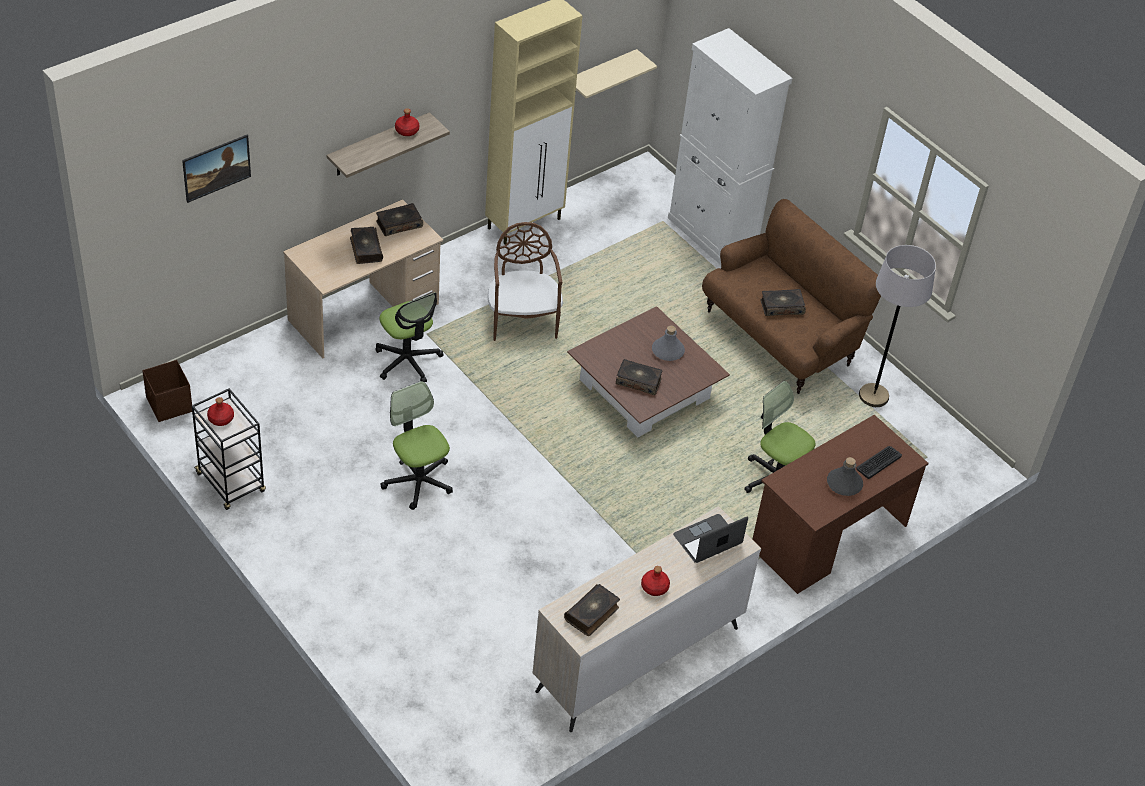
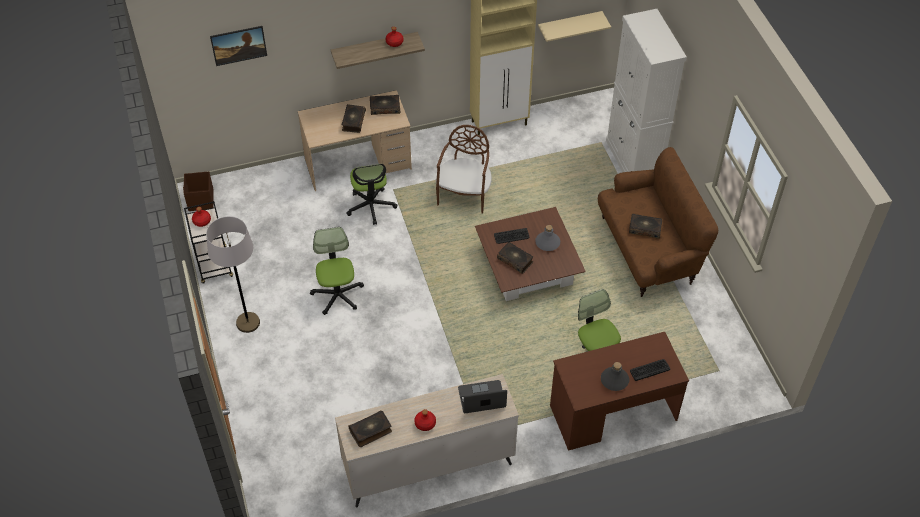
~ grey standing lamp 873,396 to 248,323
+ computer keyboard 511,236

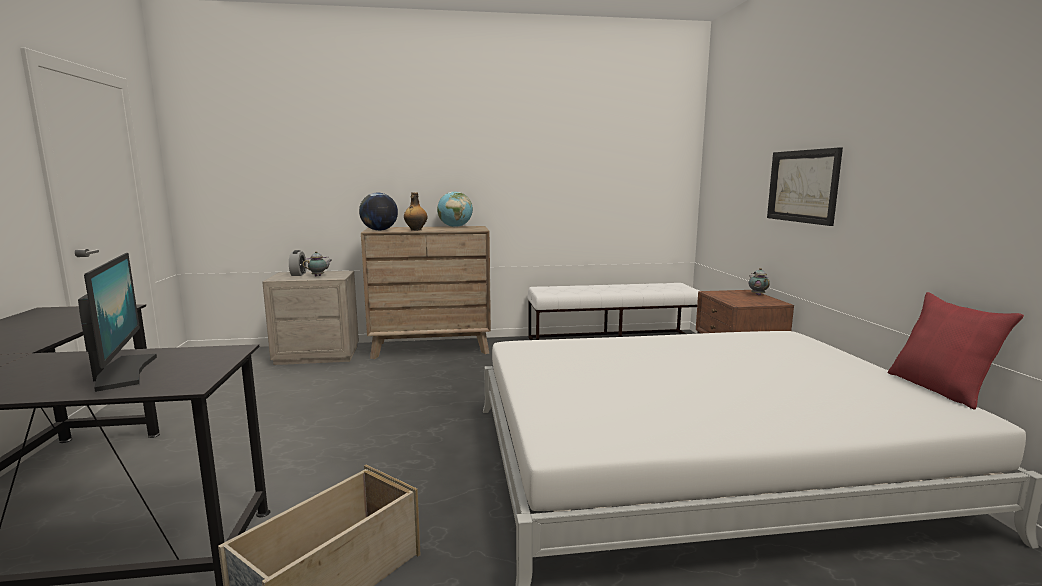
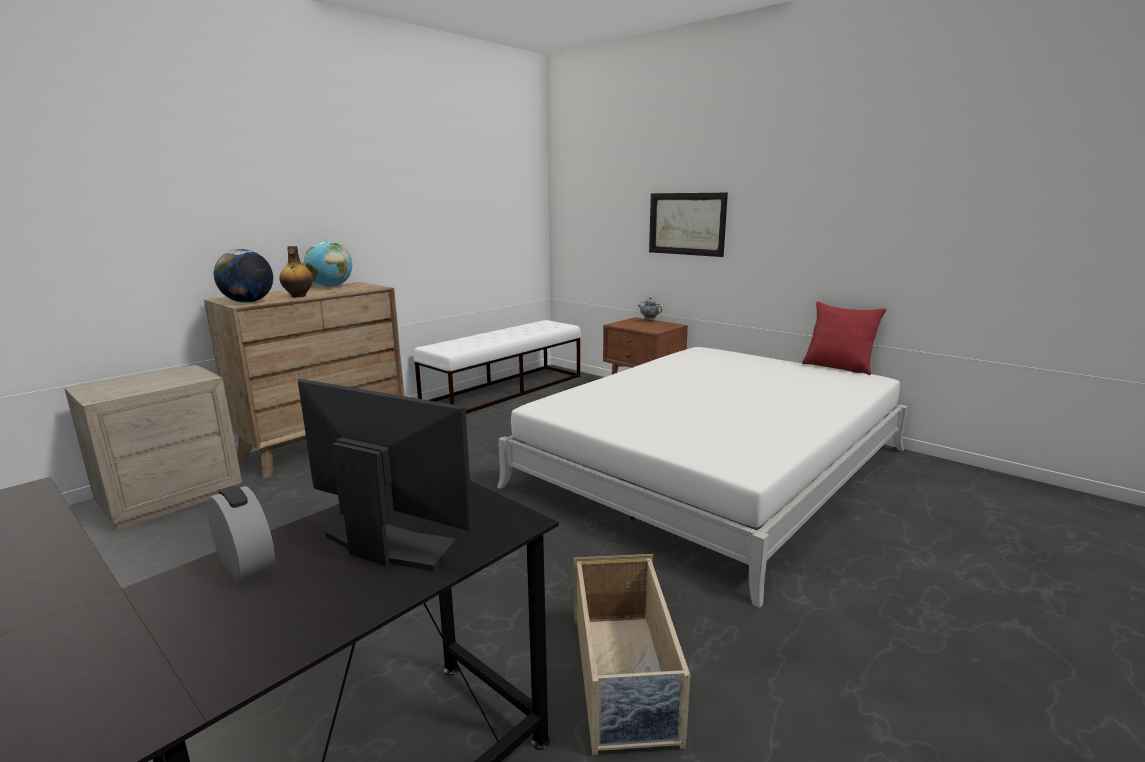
~ bedside clock 298,274 to 246,565
- teapot 319,276

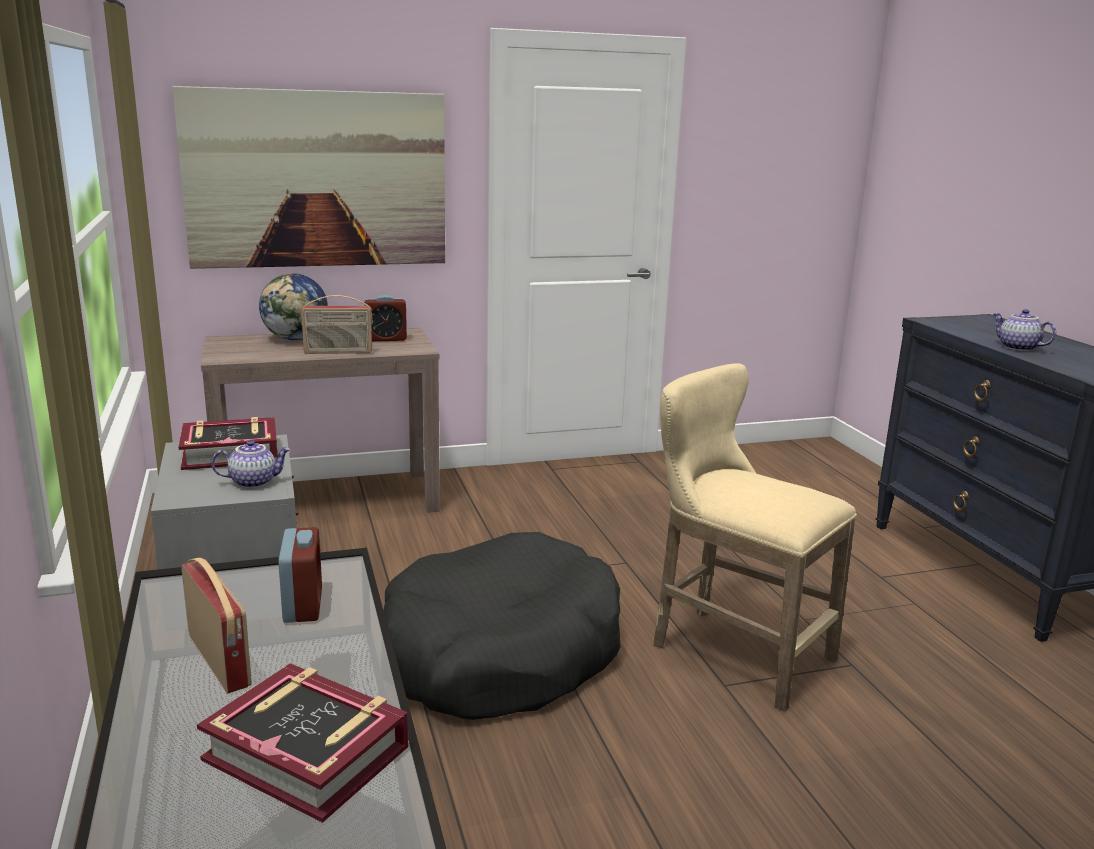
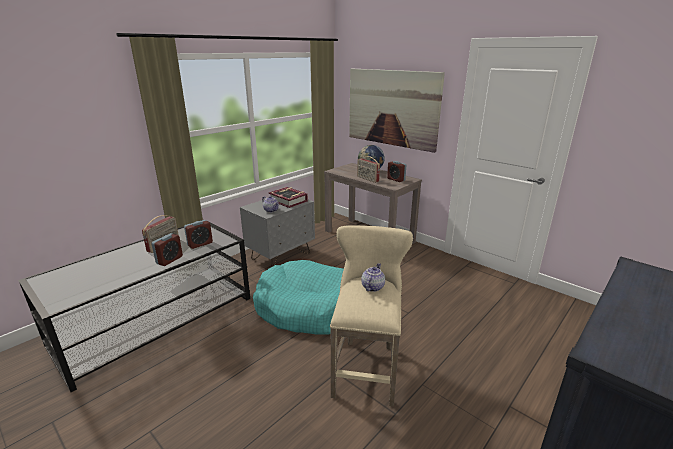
~ teapot 1017,348 to 372,287
~ black pet bed 500,653 to turquoise pet bed 307,308
- book 307,753
+ bedside clock 169,260

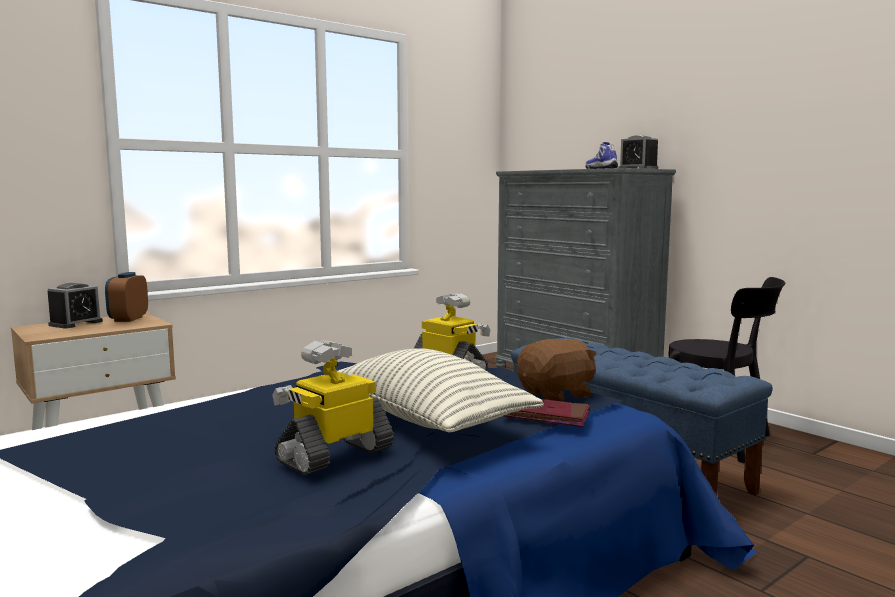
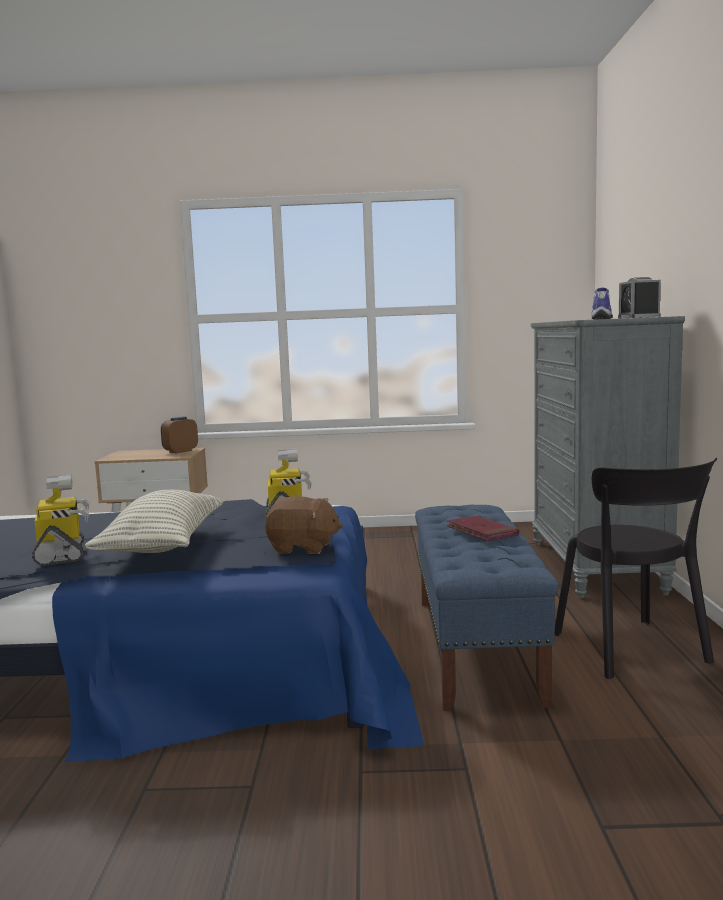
- bedside clock 76,323
~ robot figure 334,455 = 62,554 75 degrees clockwise
~ red book 546,415 to 482,532

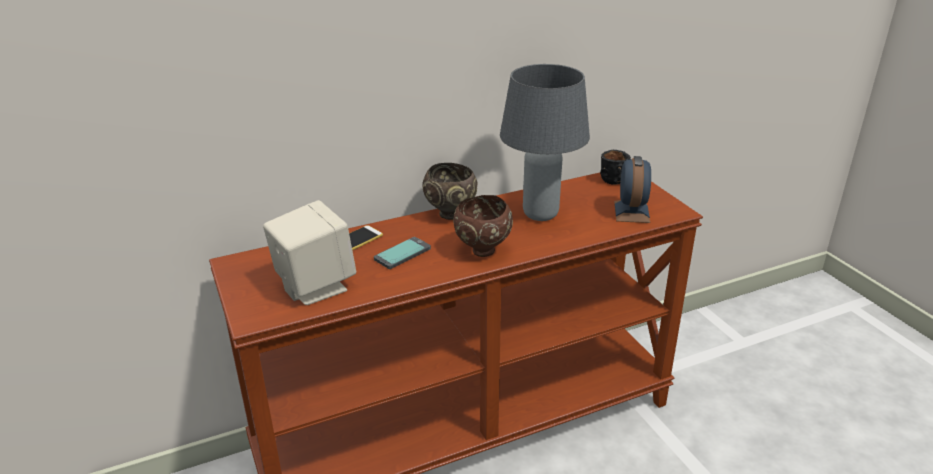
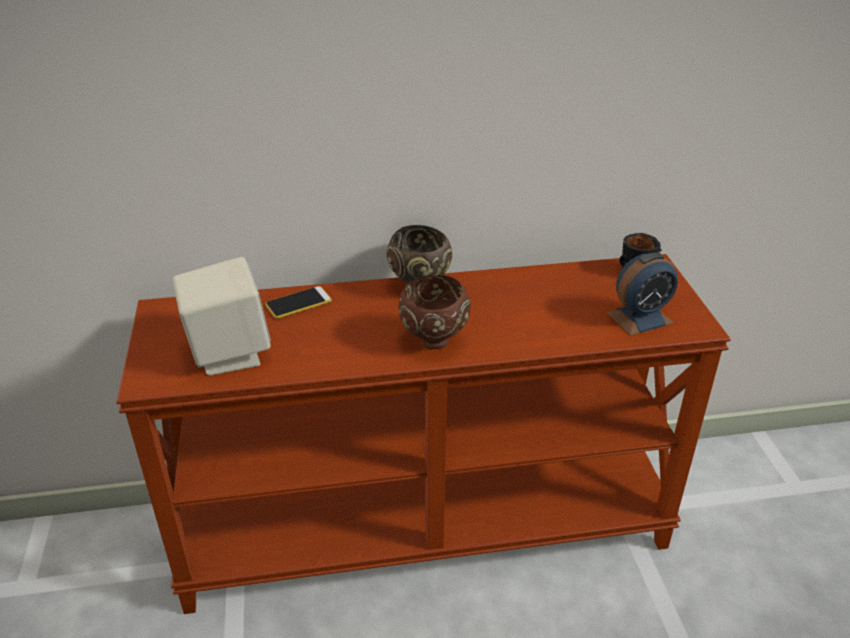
- grey lamp for a table 539,214
~ bedside clock 631,212 = 640,318 45 degrees clockwise
- handset 402,254

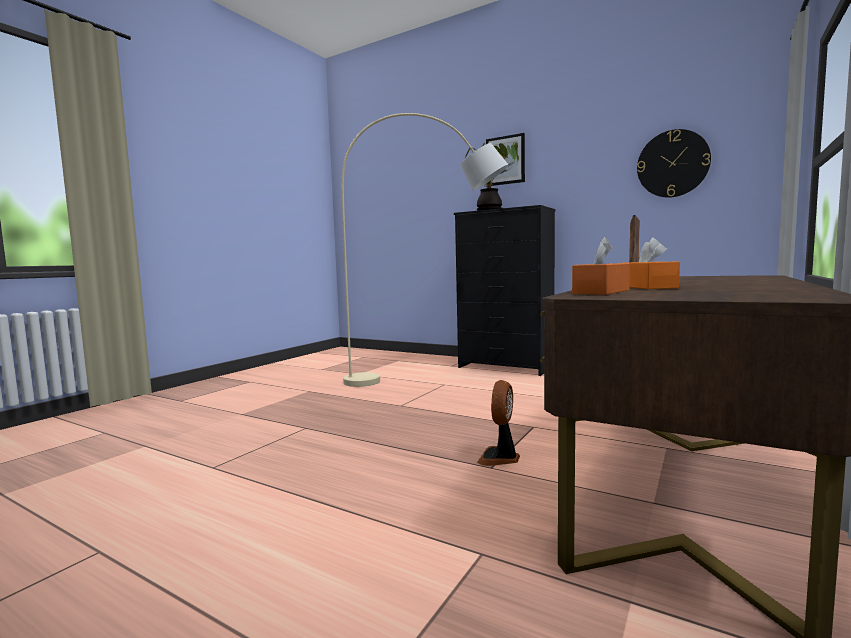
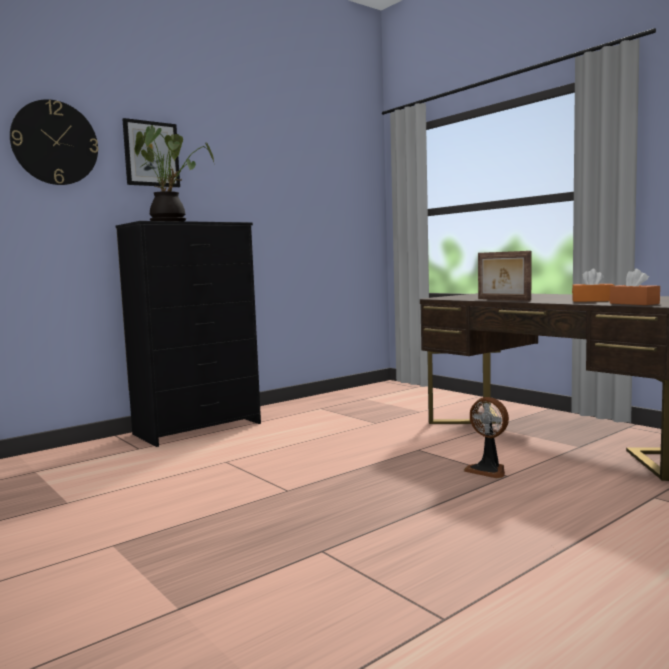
- beige-coloured standing lamp 431,380
~ wall clock 672,164 to 55,143

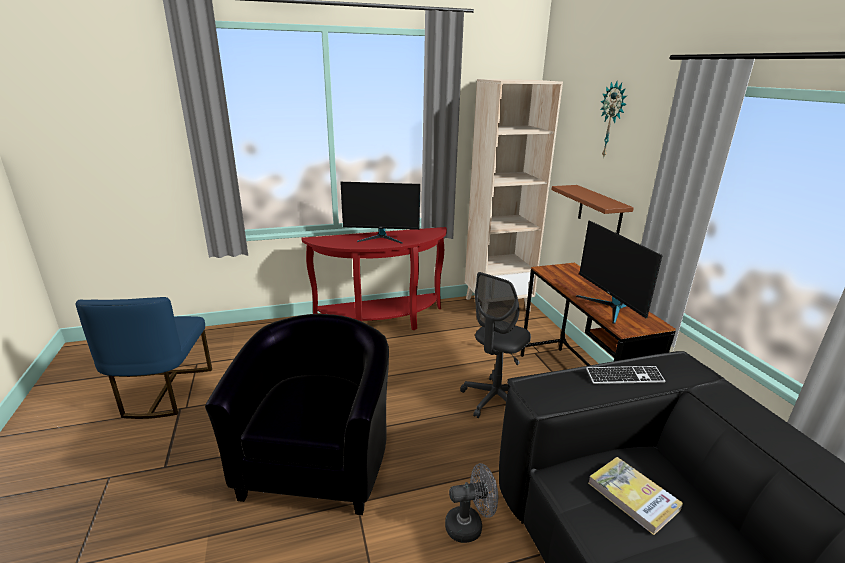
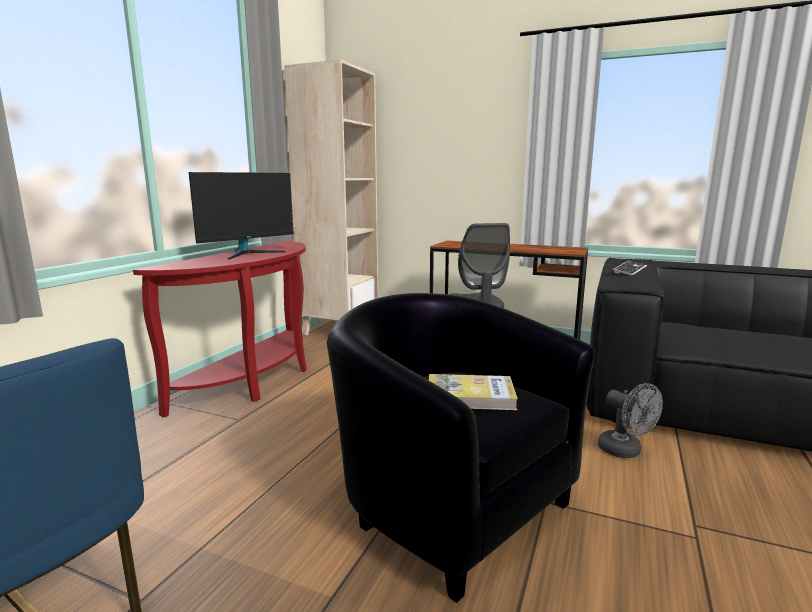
- wall clock 612,120
- brownish bracket shelf 600,211
- monitor 609,307
~ book 633,496 to 470,396
~ grey electric fan 469,525 = 625,451 120 degrees clockwise

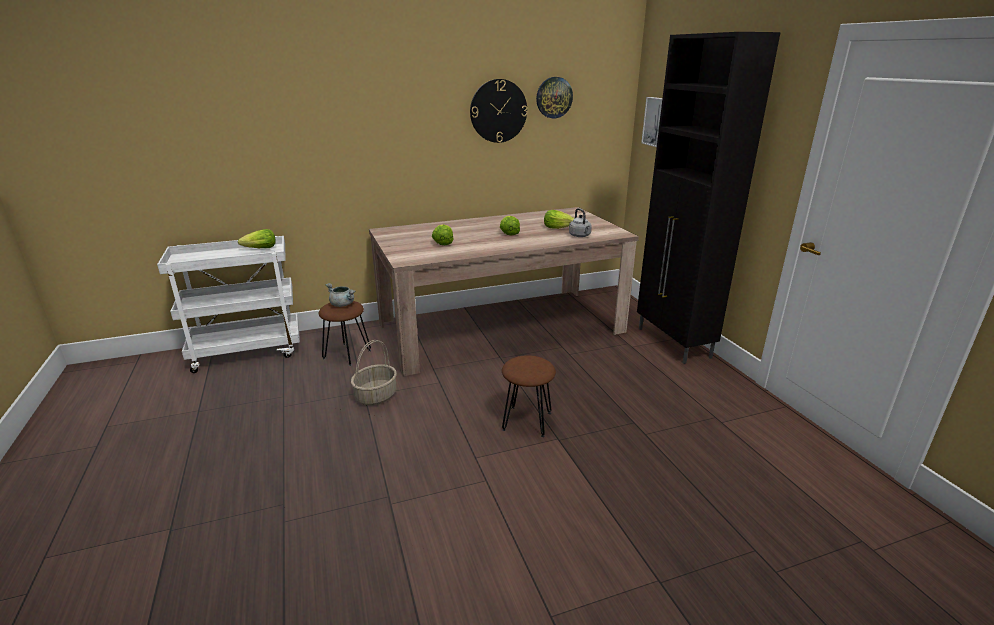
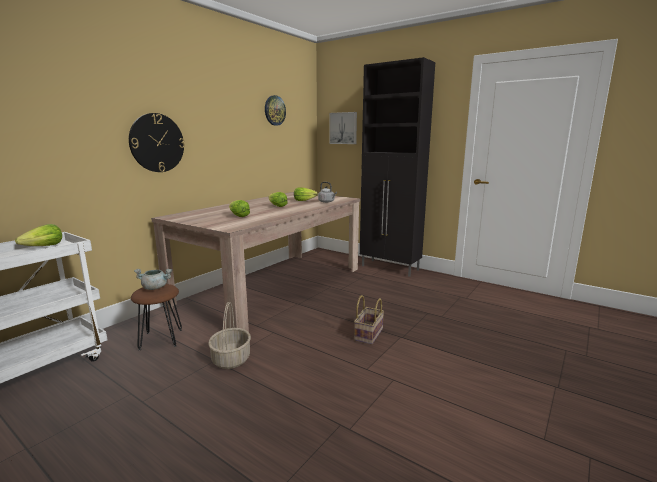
~ wall clock 498,111 to 157,143
~ brownish stool seat 527,421 to storage basket 368,334

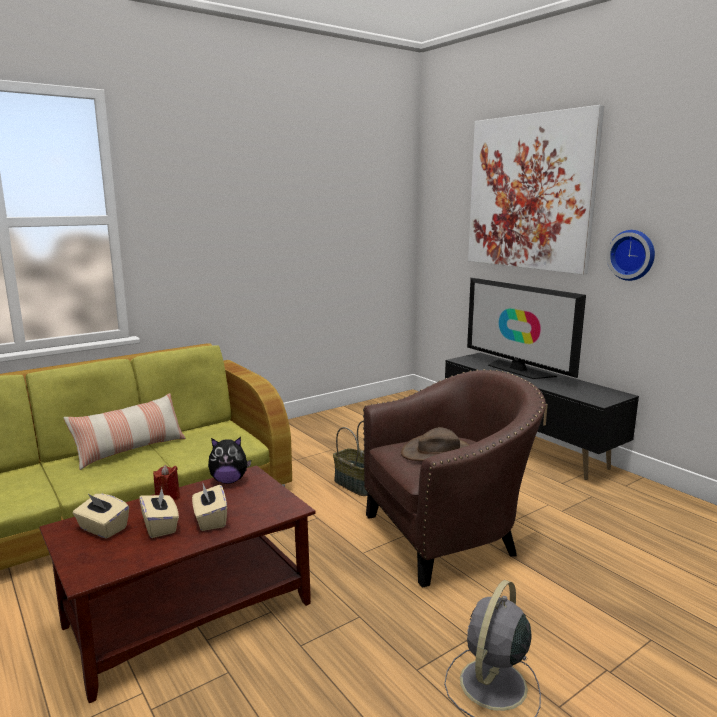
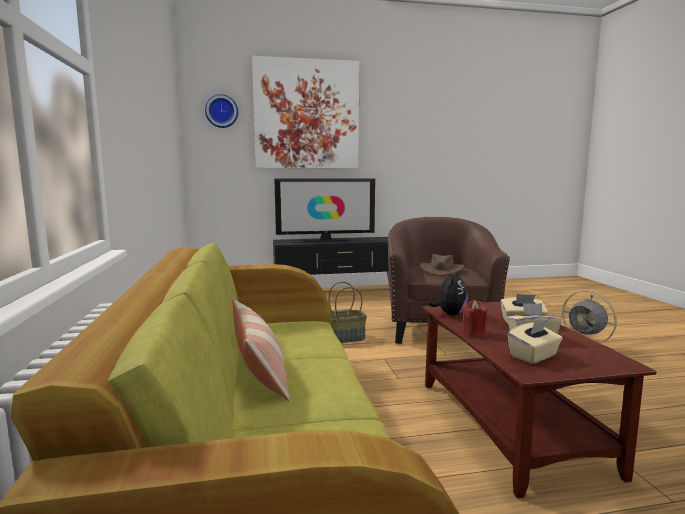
~ wall clock 632,255 to 221,111

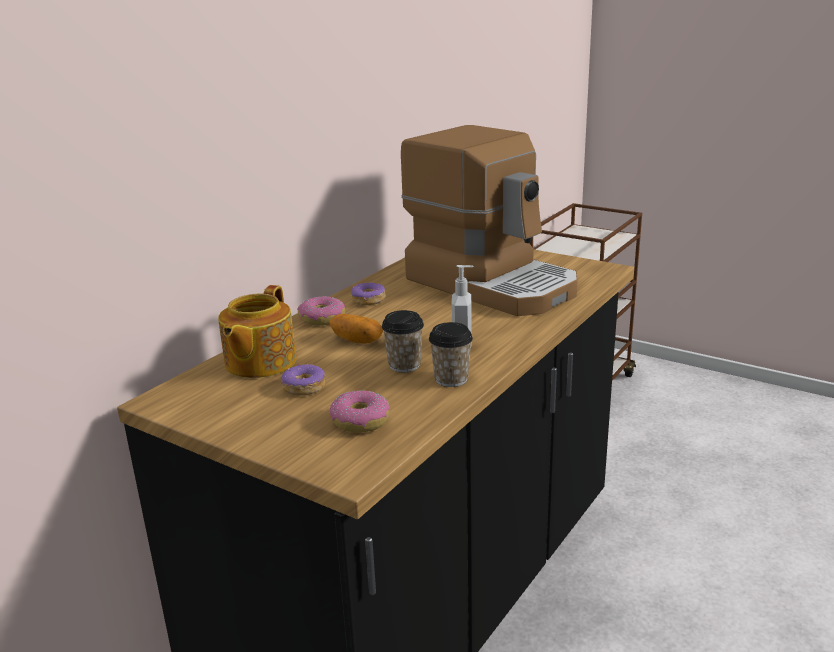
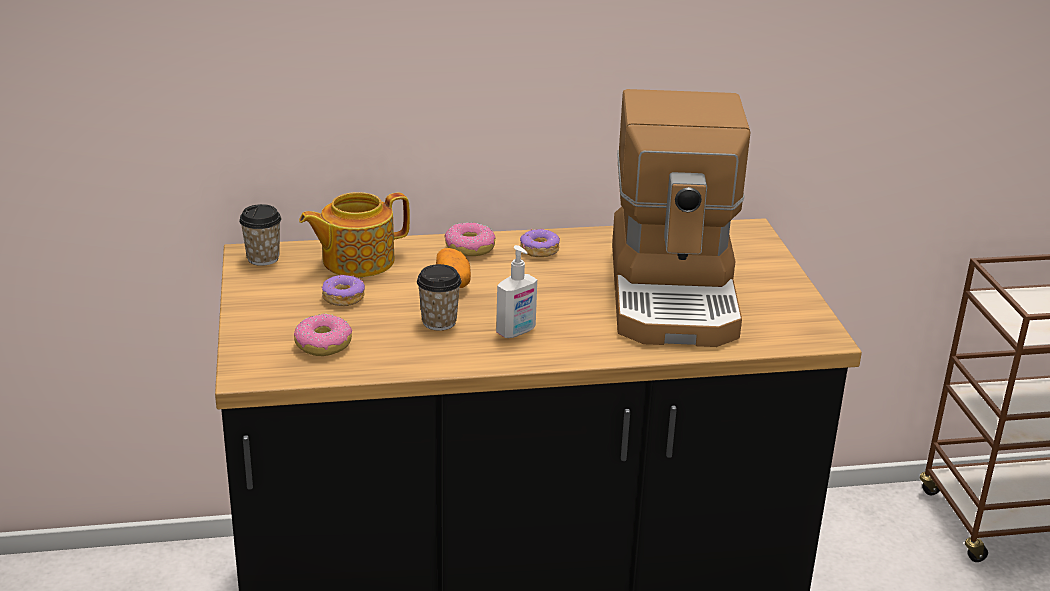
~ cup 451,379 to 263,258

